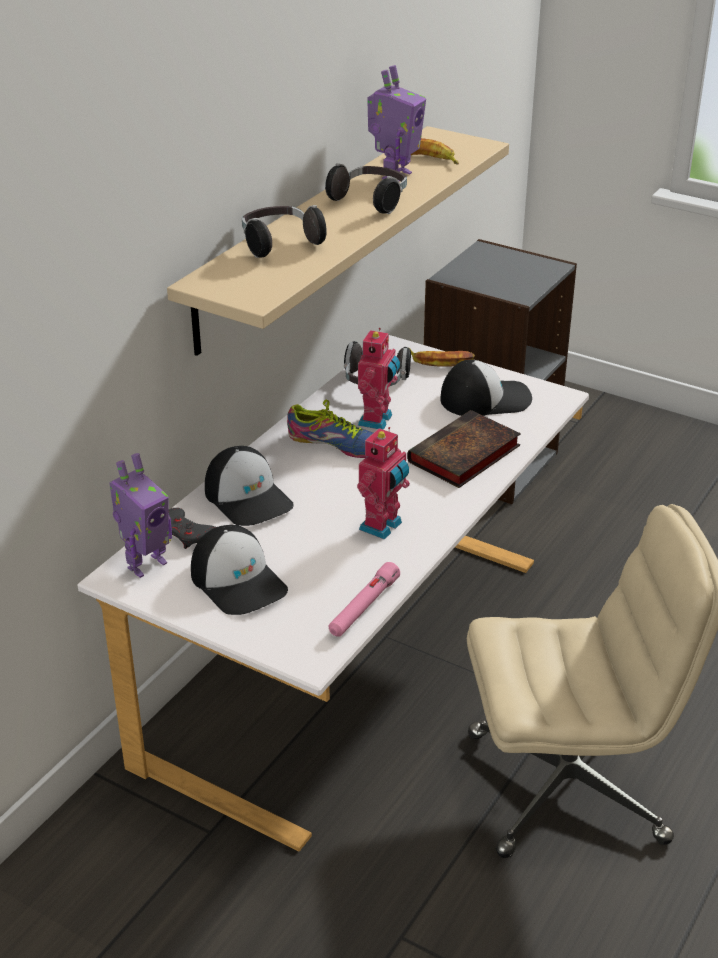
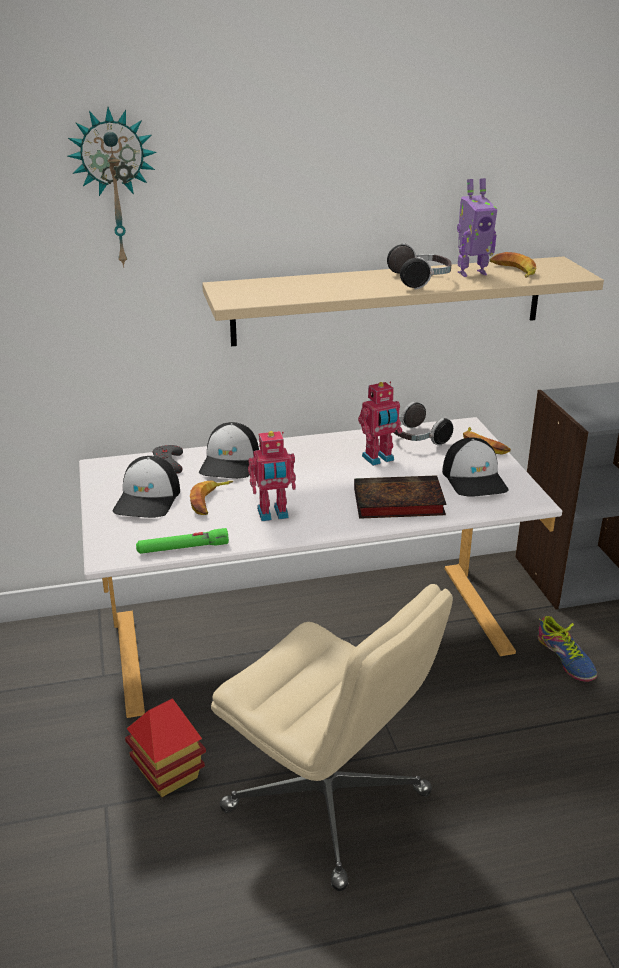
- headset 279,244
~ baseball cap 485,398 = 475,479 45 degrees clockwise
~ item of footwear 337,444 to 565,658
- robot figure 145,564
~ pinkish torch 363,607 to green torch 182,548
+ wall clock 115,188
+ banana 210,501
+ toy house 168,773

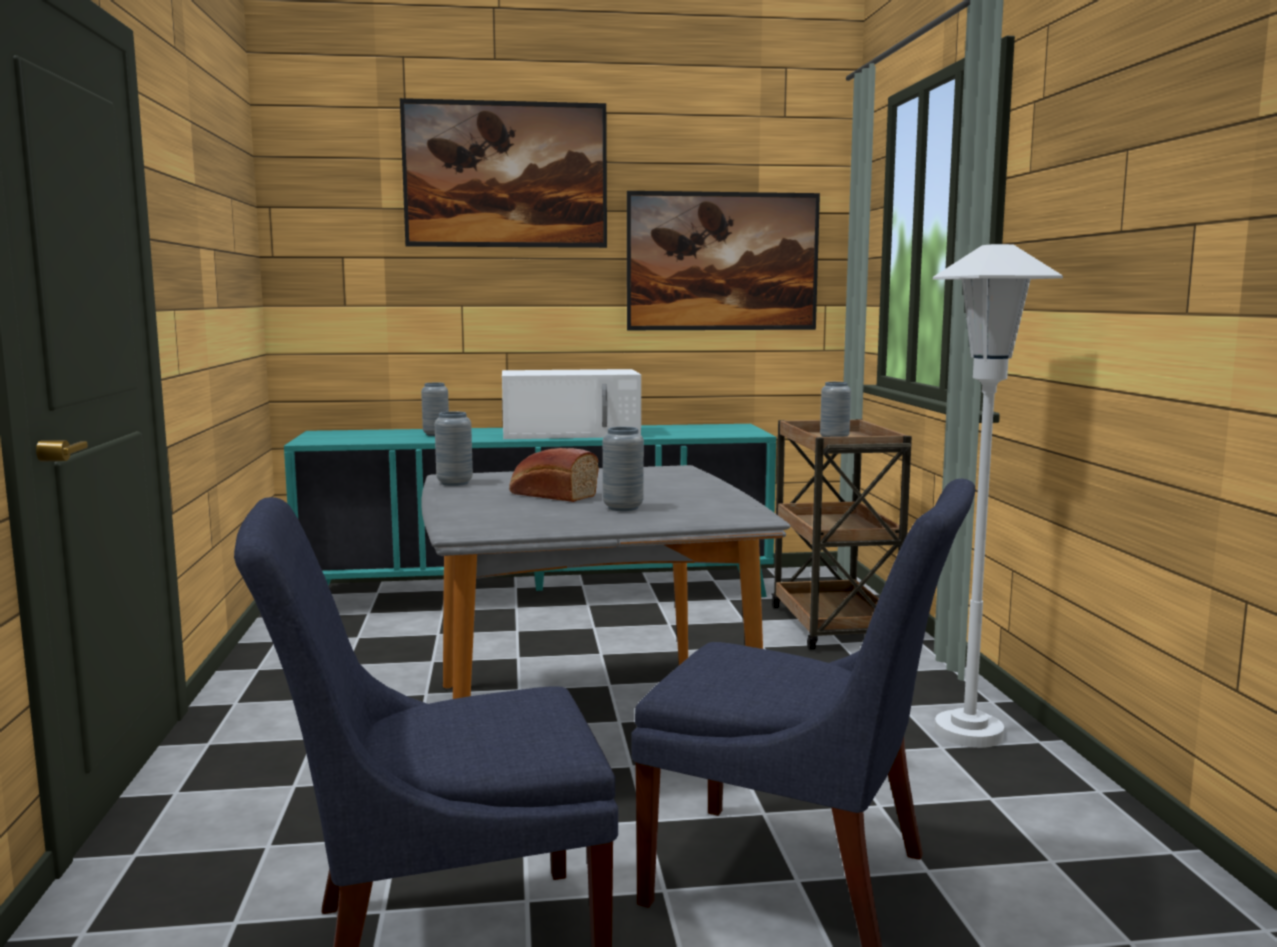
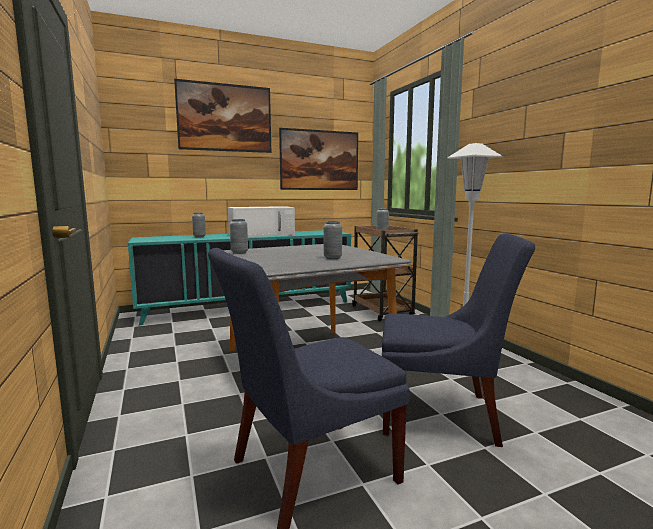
- baked bread 550,495

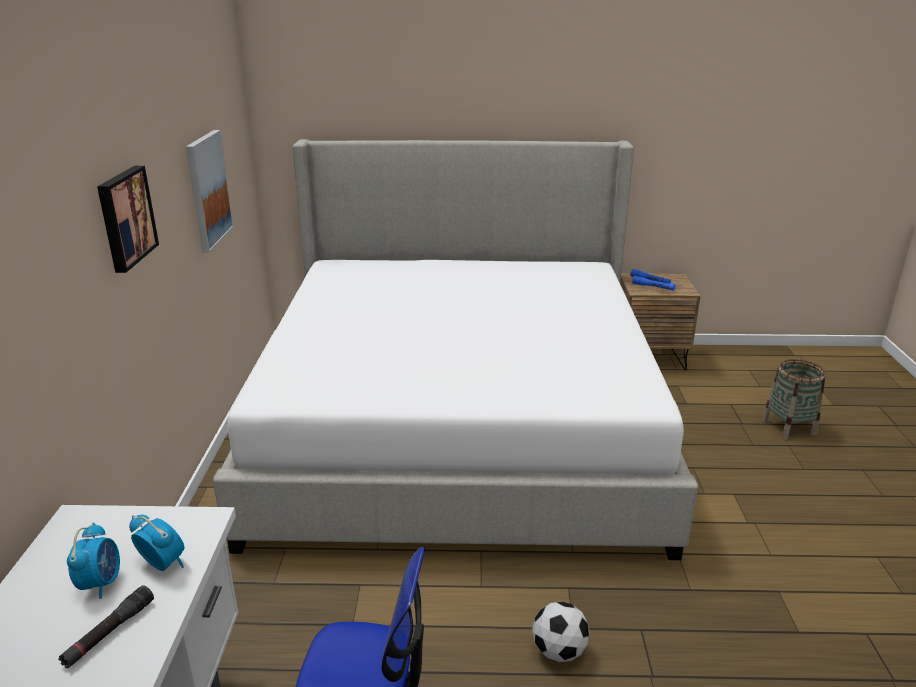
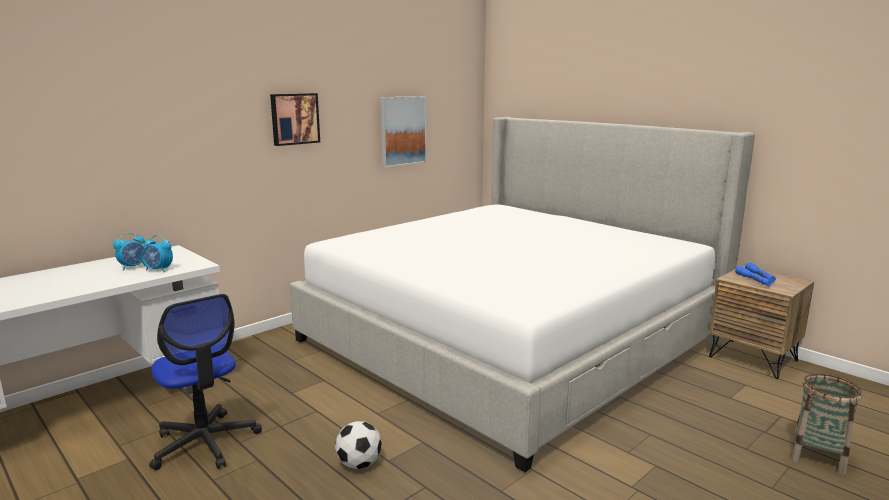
~ bedside clock 163,564 = 159,270 120 degrees clockwise
- black torch 109,633

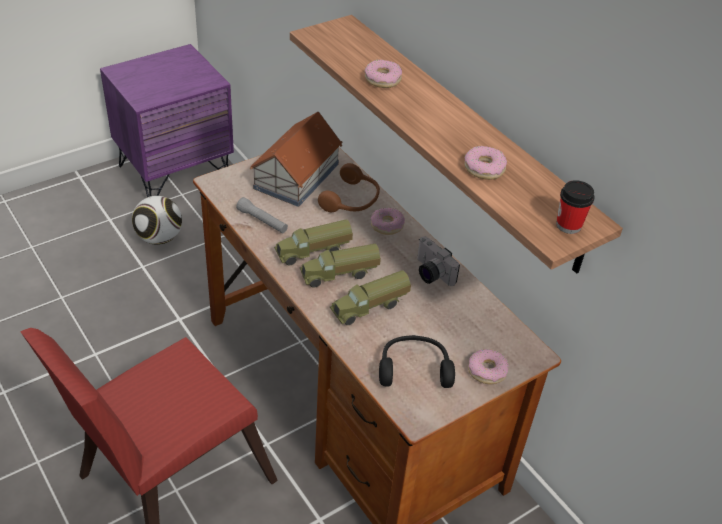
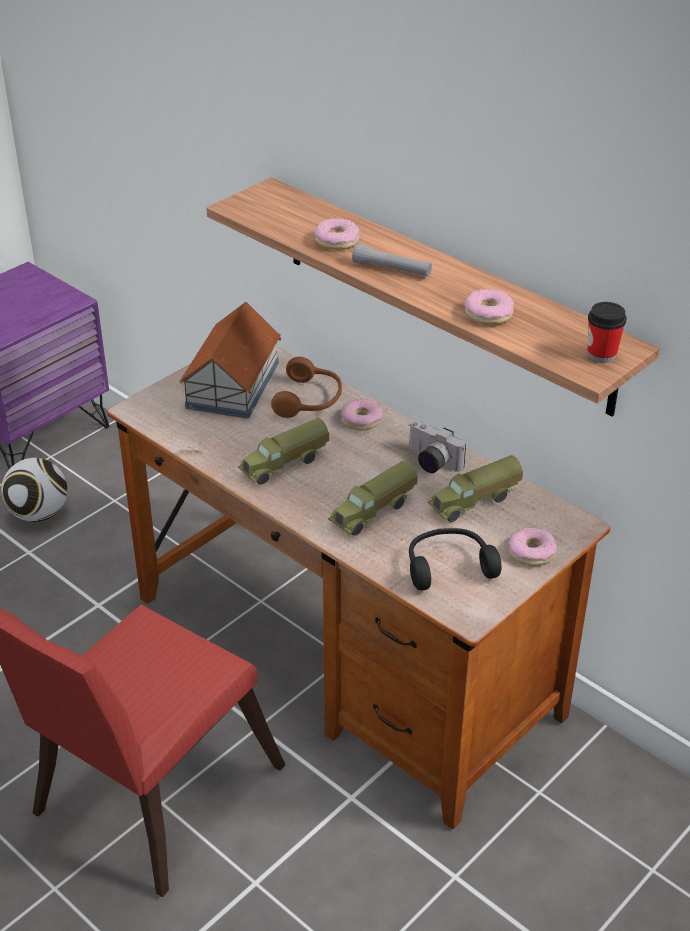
~ grey torch 262,221 to 392,269
~ toy lorry 340,275 to 475,502

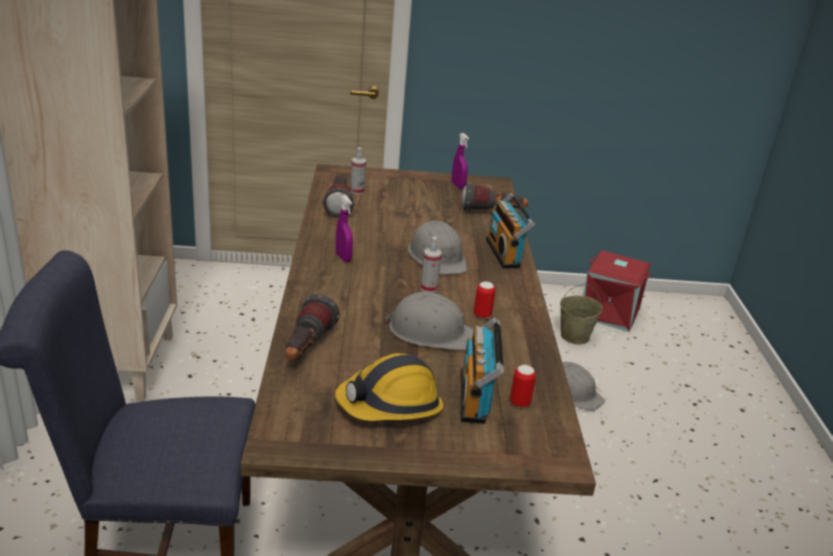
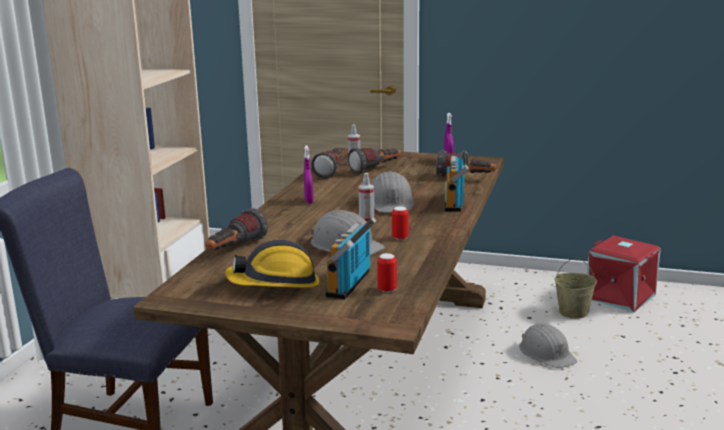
+ torch 376,170

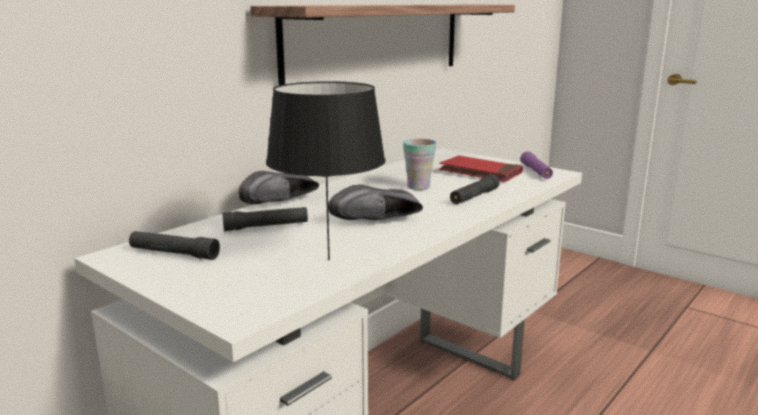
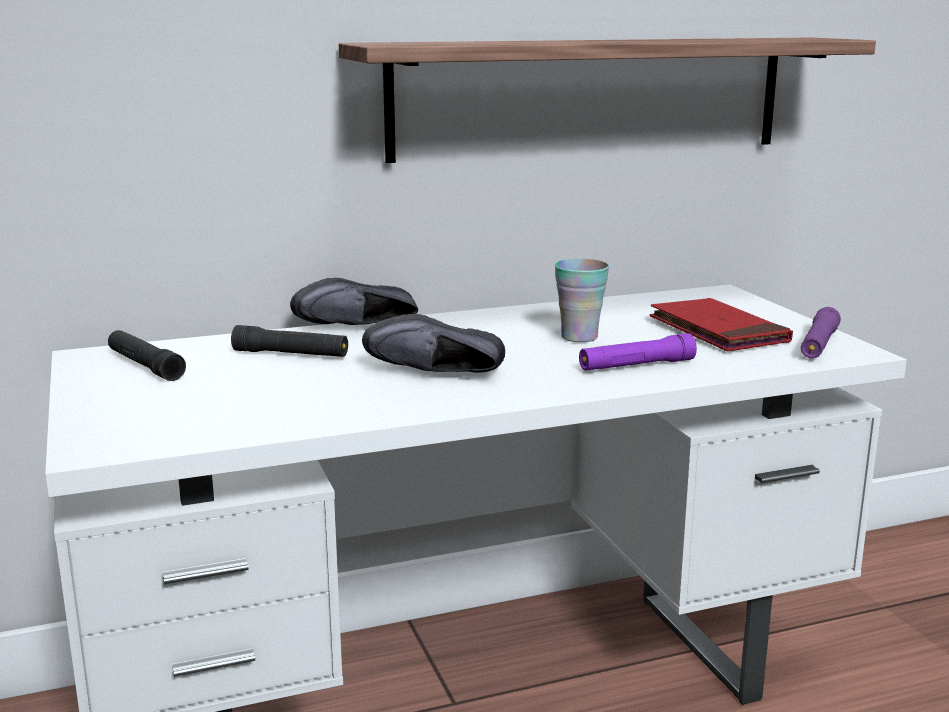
- black lamp for a table 328,260
~ black torch 474,197 to purplish torch 636,365

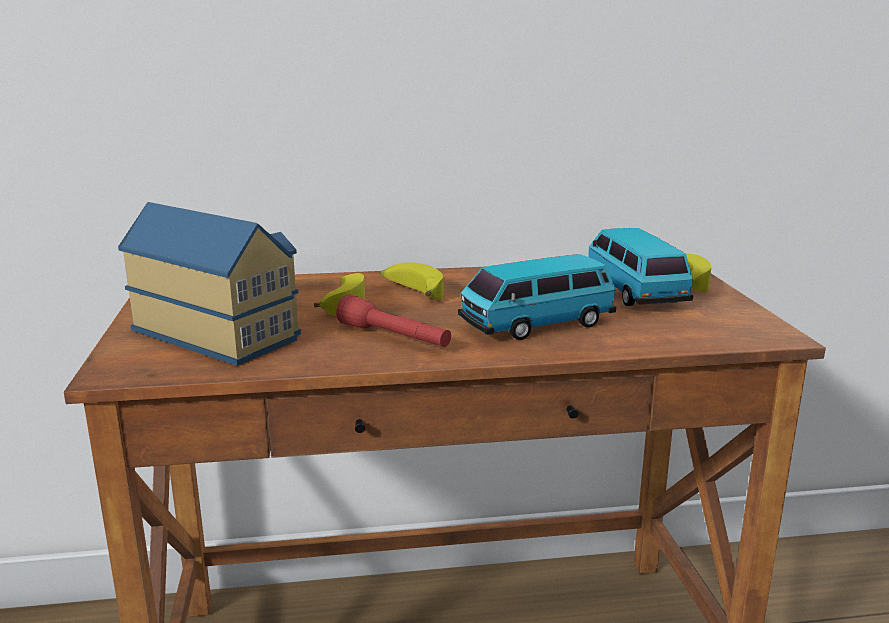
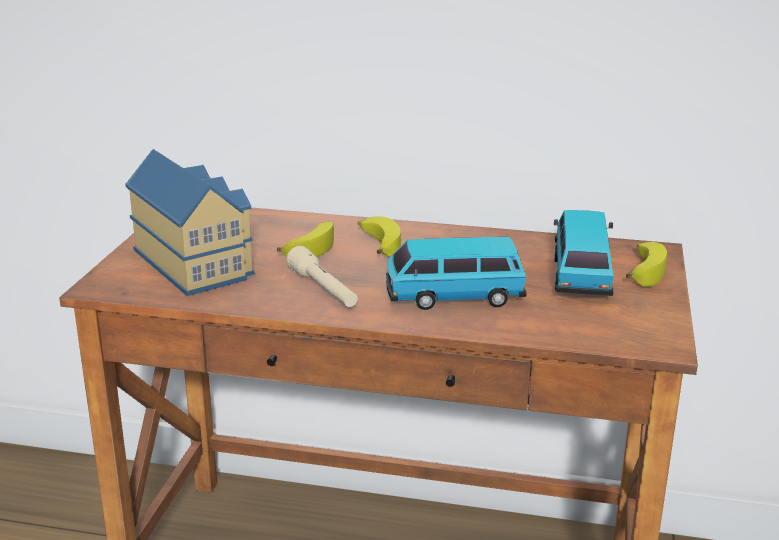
~ red torch 394,337 to beige-coloured torch 323,290

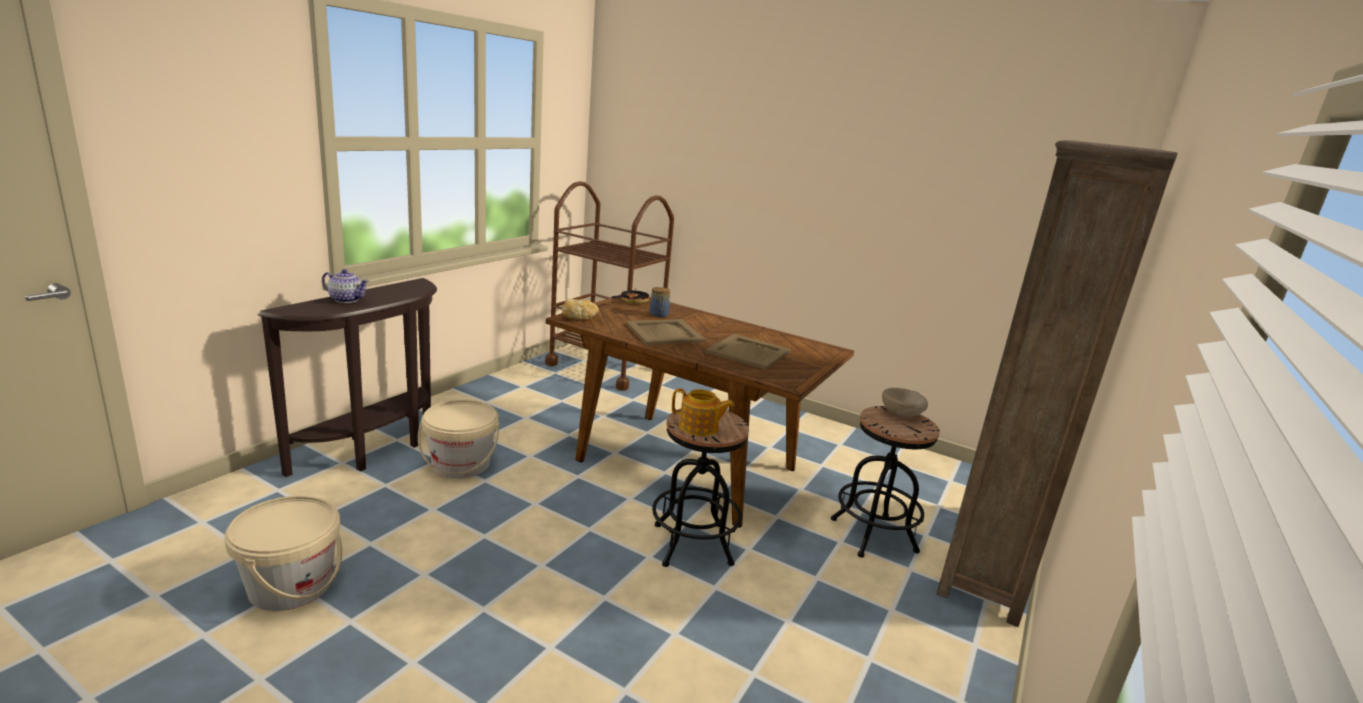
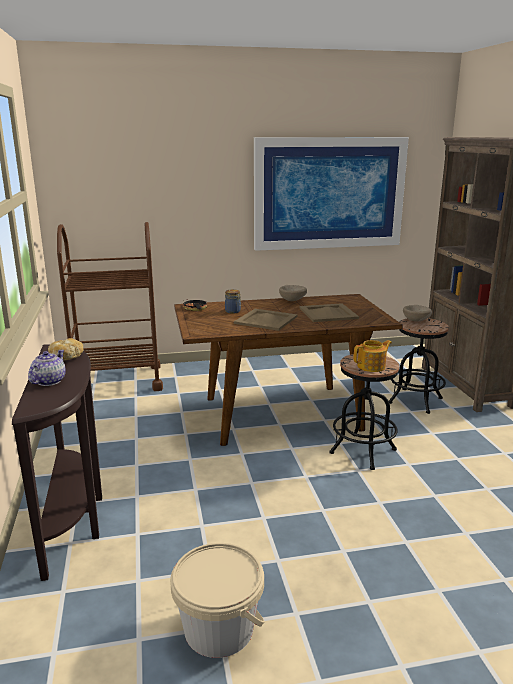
~ teapot 346,299 = 48,381 45 degrees counterclockwise
~ baked bread 579,317 to 67,357
- beige-coloured bucket 461,464
+ wall art 329,193
+ beige-coloured deep dish 293,300

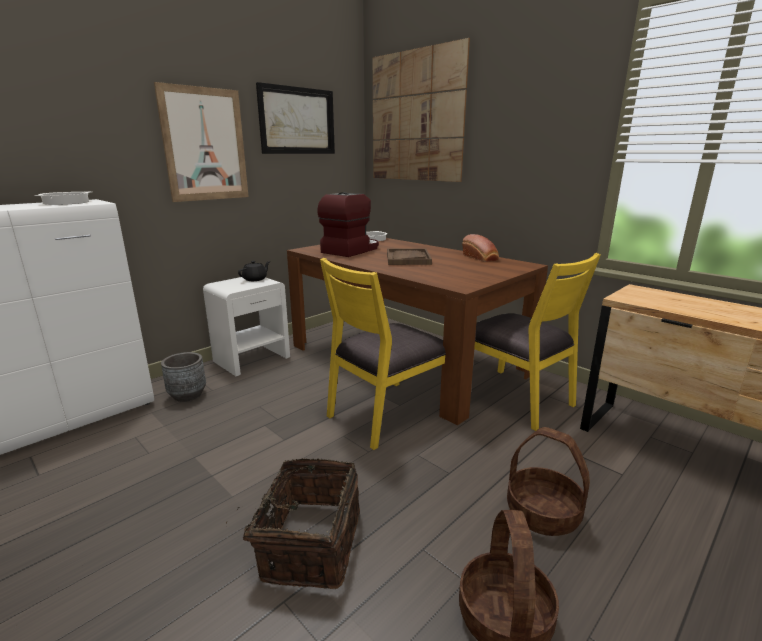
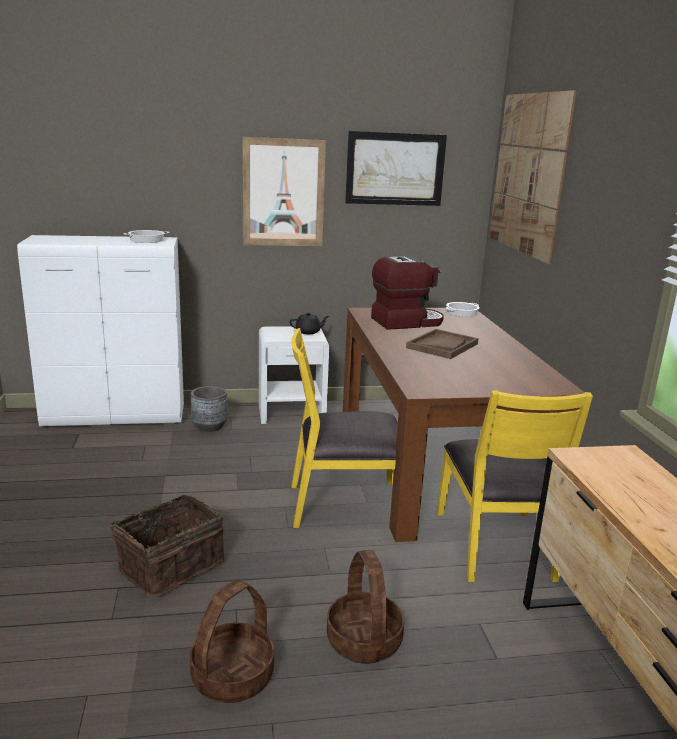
- baked bread 481,258

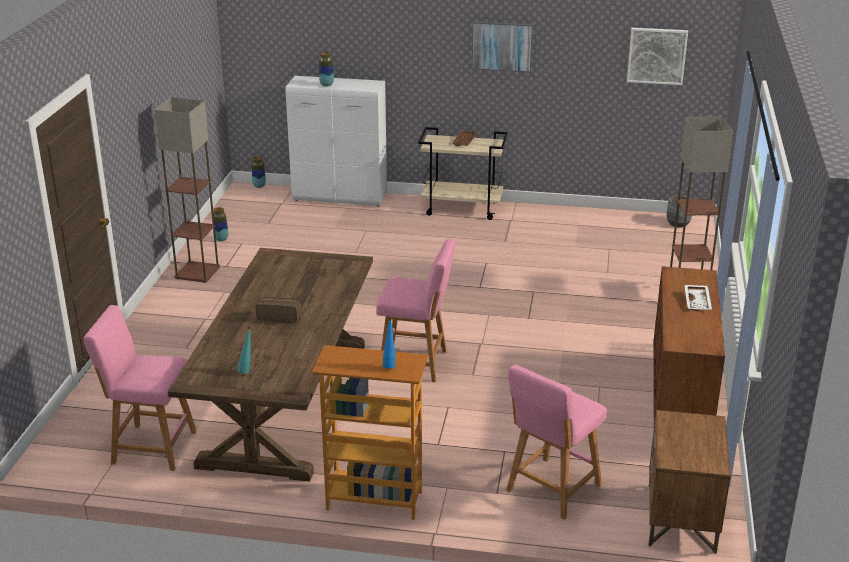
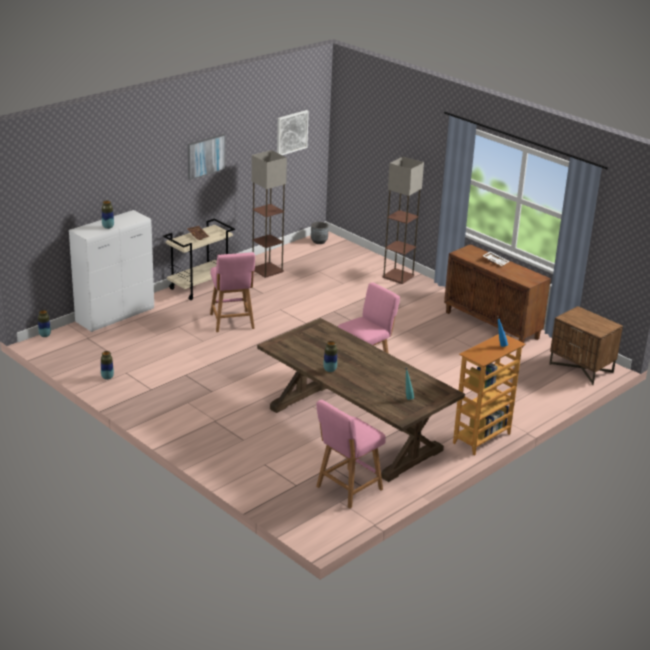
~ standing lamp 197,272 to 266,270
- baked bread 279,317
~ pinkish stool seat 551,490 to 232,322
+ flower vase 330,370

